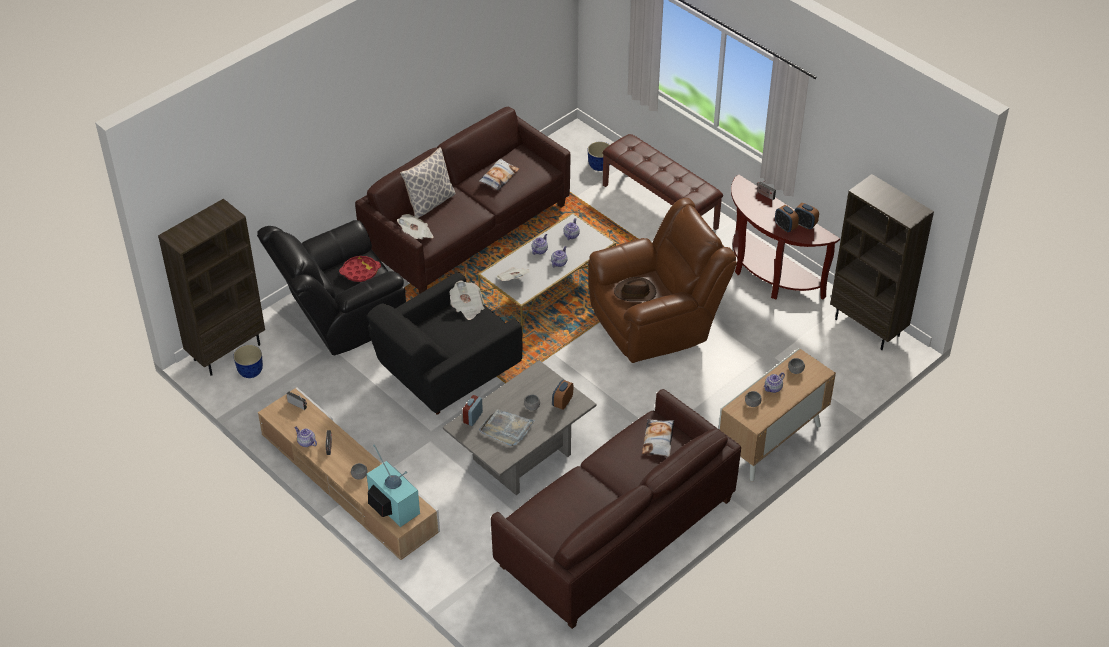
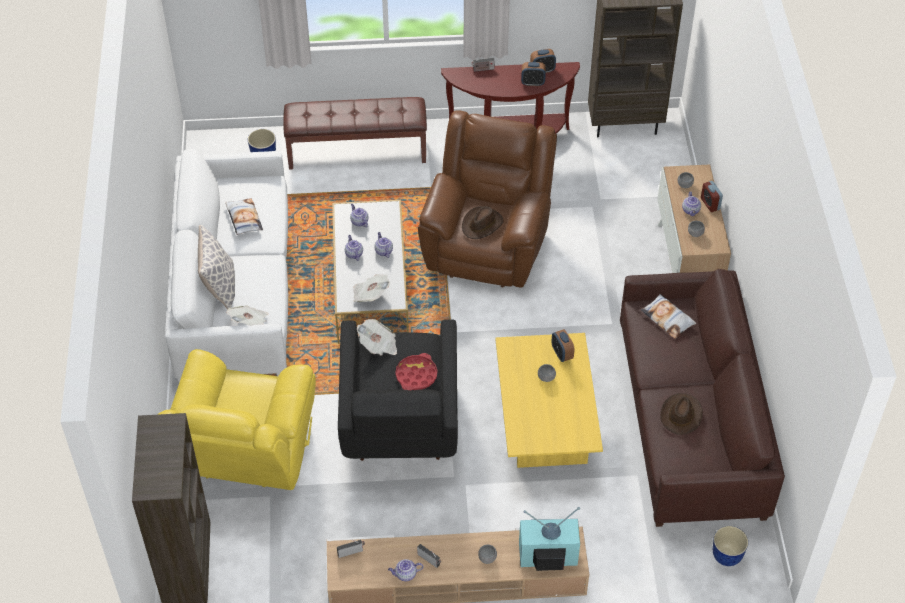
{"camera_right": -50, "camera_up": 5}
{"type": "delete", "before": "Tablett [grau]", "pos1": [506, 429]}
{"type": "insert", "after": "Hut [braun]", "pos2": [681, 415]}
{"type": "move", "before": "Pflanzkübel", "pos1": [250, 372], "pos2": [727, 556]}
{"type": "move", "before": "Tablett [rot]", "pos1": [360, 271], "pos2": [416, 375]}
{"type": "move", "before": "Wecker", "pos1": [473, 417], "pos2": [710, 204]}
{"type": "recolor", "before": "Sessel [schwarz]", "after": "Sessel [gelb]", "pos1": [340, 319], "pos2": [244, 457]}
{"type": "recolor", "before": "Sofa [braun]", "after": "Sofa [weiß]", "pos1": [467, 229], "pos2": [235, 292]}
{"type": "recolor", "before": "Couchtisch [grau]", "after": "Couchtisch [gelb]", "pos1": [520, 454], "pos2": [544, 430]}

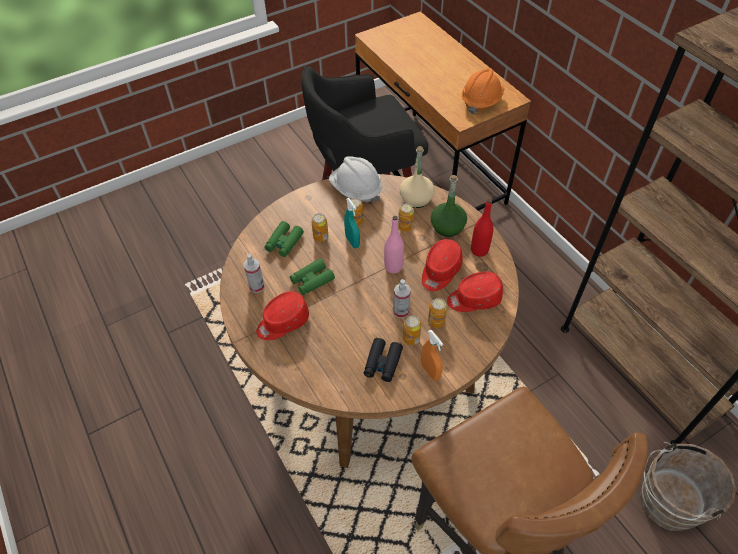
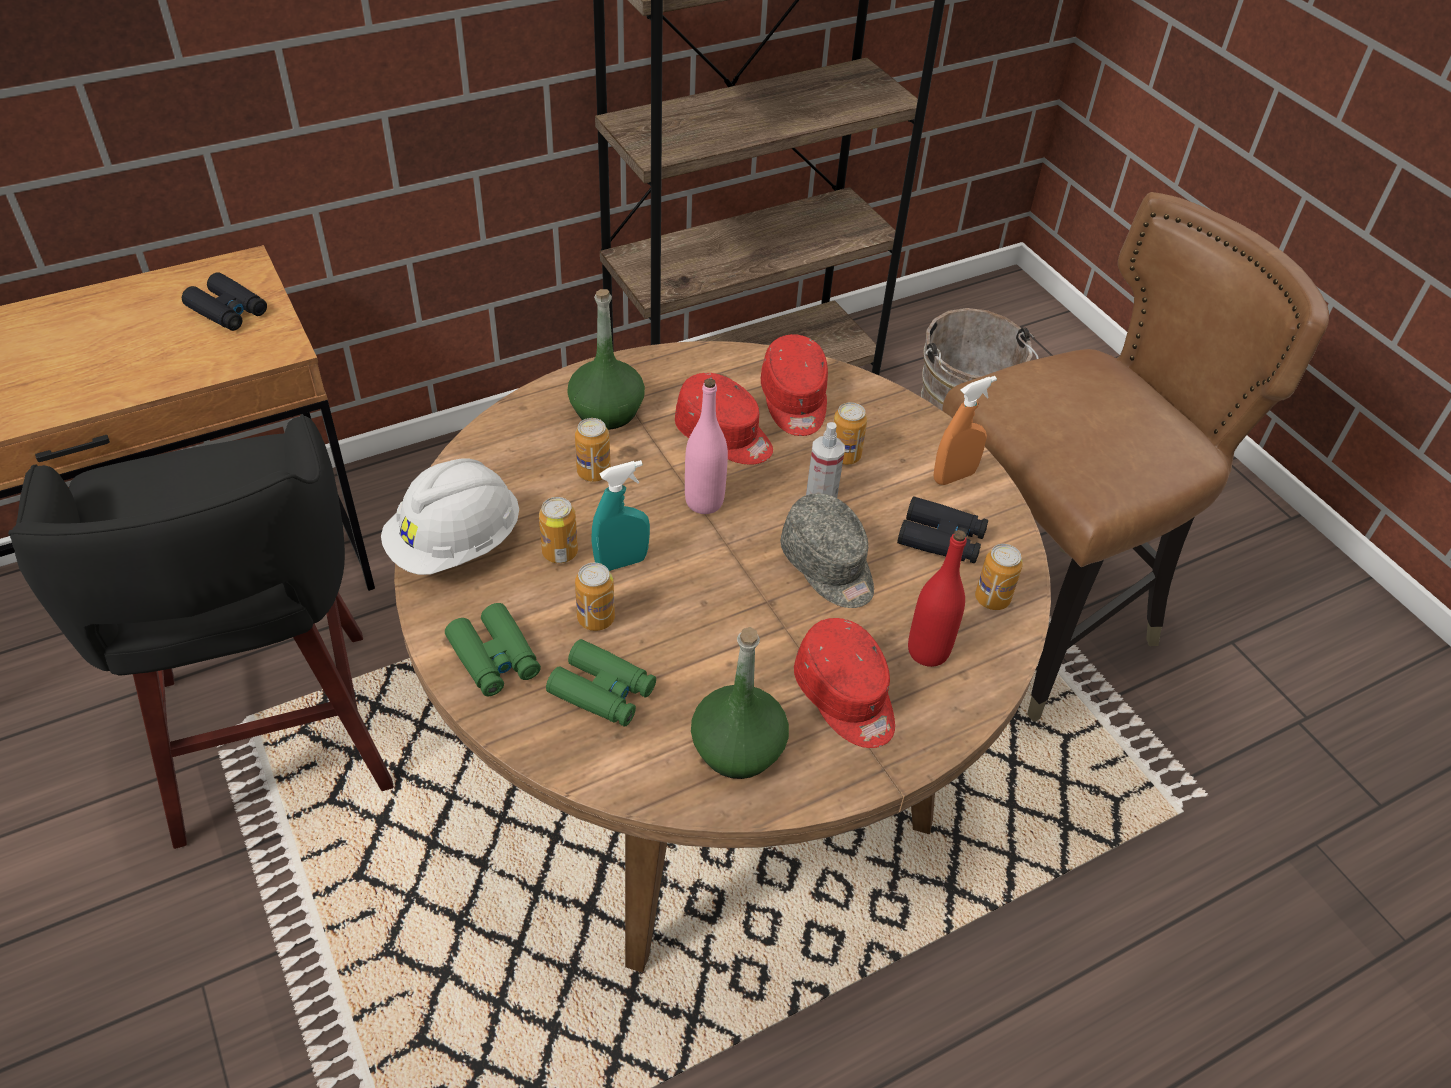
{"camera_right": -90, "camera_up": -5}
{"type": "delete", "before": "Flasche [beige]", "pos1": [416, 199]}
{"type": "insert", "after": "Kappe [grau]", "pos2": [828, 566]}
{"type": "move", "before": "Fernglas [grün]", "pos1": [312, 280], "pos2": [494, 658]}
{"type": "move", "before": "Dose", "pos1": [411, 338], "pos2": [992, 598]}
{"type": "move", "before": "Flasche [rot]", "pos1": [479, 250], "pos2": [928, 651]}
{"type": "replace", "before": "Sprühflasche", "after": "Flasche [grün]", "pos1": [257, 286], "pos2": [738, 749]}
{"type": "replace", "before": "Schutzhelm [orange]", "after": "Fernglas [schwarz]", "pos1": [481, 101], "pos2": [228, 311]}

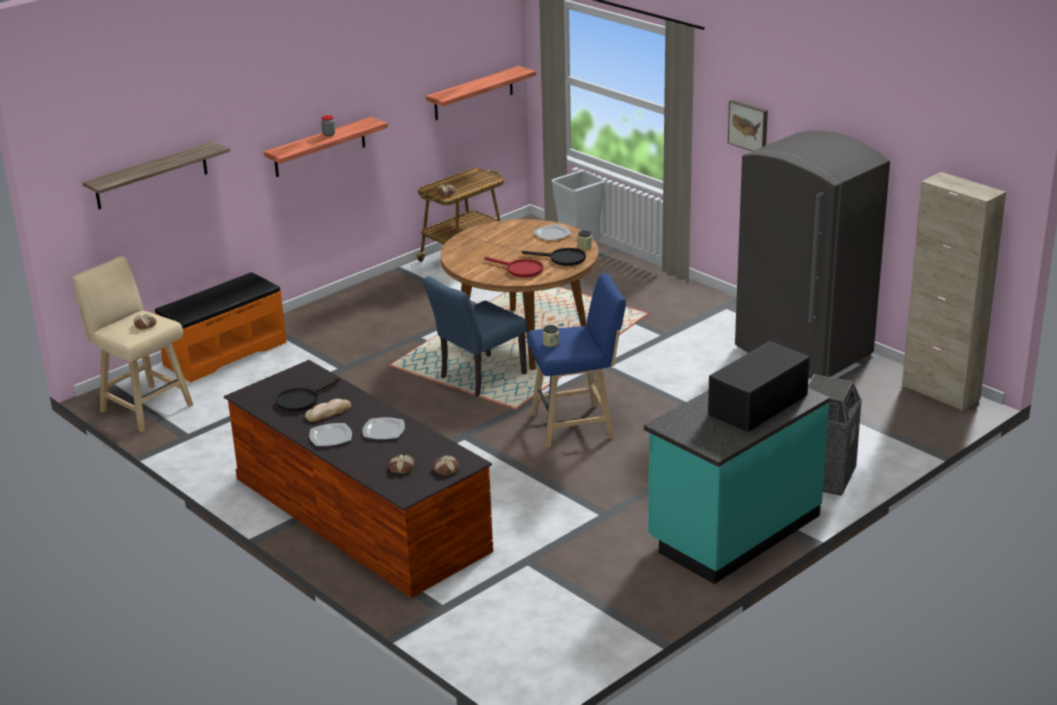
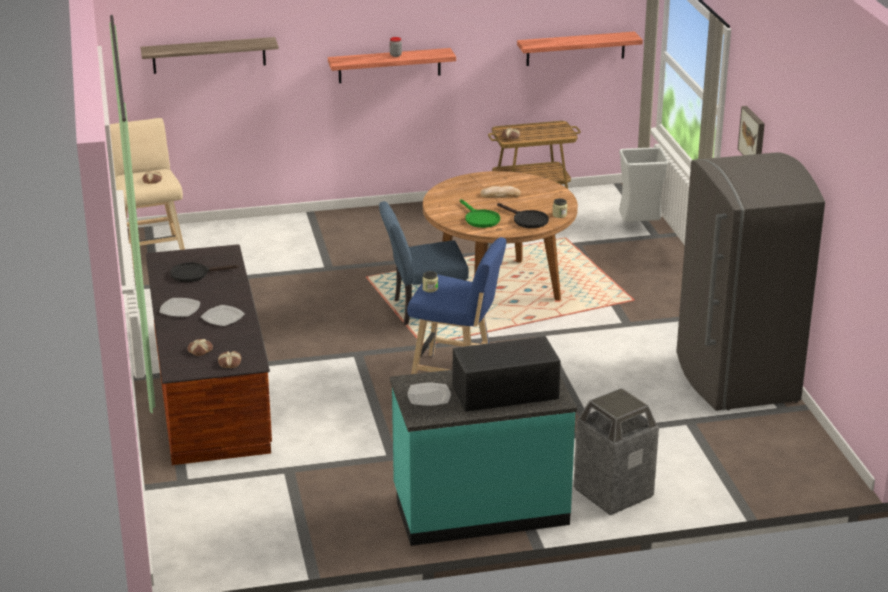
{"camera_right": 30, "camera_up": 0}
{"type": "delete", "before": "Bank [orange]", "pos1": [225, 353]}
{"type": "delete", "before": "Schrank [beige]", "pos1": [940, 392]}
{"type": "move", "before": "Brot", "pos1": [328, 412], "pos2": [500, 195]}
{"type": "move", "before": "Teller", "pos1": [552, 234], "pos2": [429, 396]}
{"type": "recolor", "before": "Pfanne [rot]", "after": "Pfanne [grün]", "pos1": [520, 269], "pos2": [479, 219]}

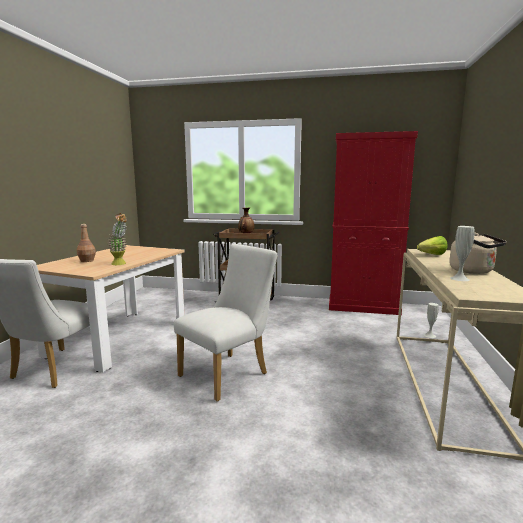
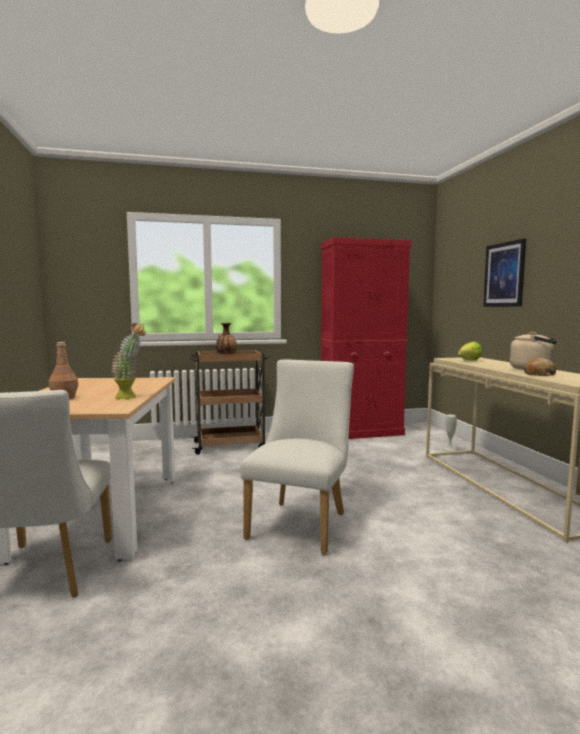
{"camera_right": -25, "camera_up": -5}
{"type": "insert", "after": "Bild", "pos2": [504, 274]}
{"type": "replace", "before": "Vase [weiß]", "after": "Brot", "pos1": [459, 278], "pos2": [539, 374]}

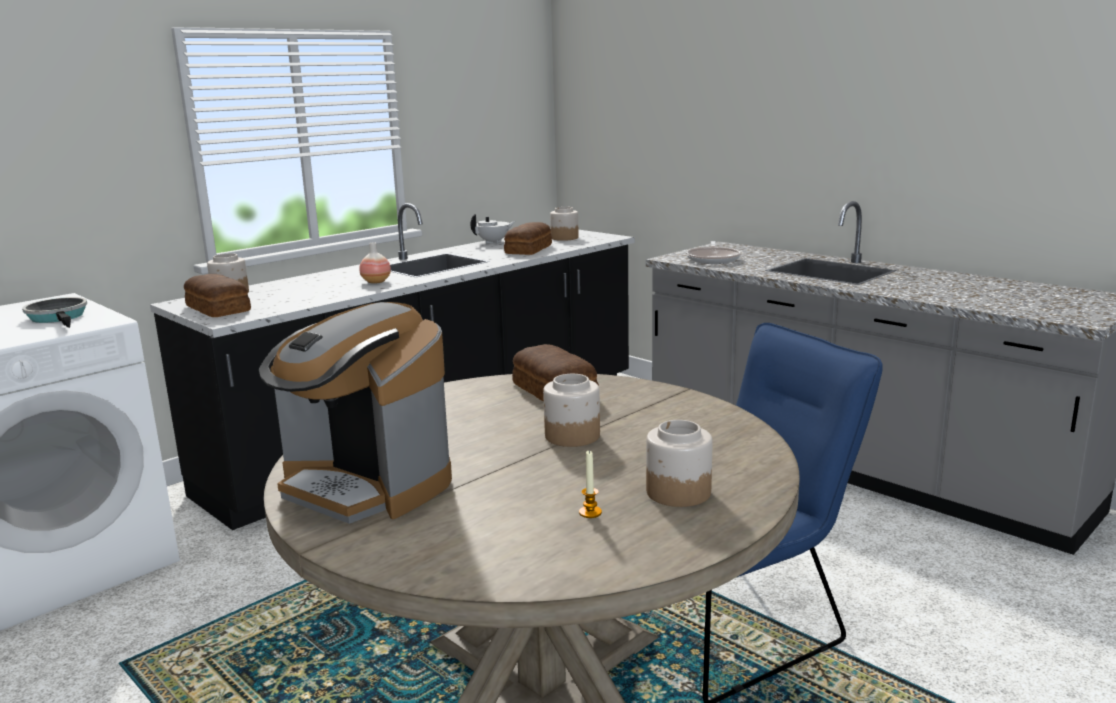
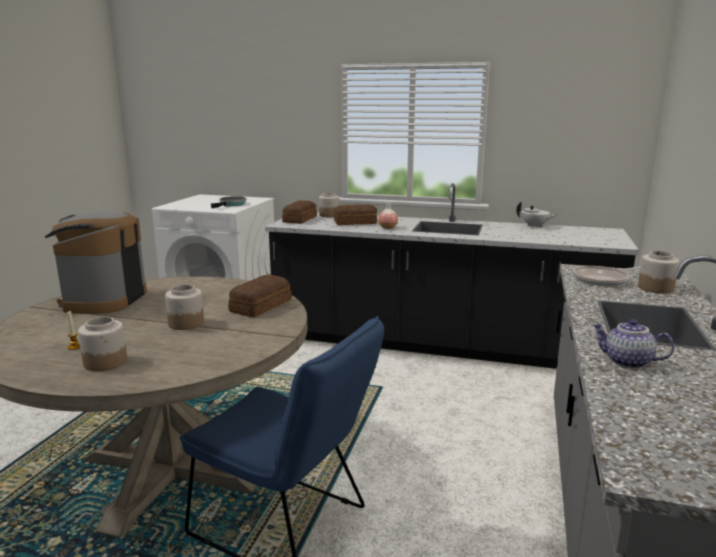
{"camera_right": 60, "camera_up": 0}
{"type": "insert", "after": "Teekanne", "pos2": [627, 362]}
{"type": "move", "before": "Brot", "pos1": [530, 249], "pos2": [356, 223]}
{"type": "move", "before": "Vorratsglas", "pos1": [564, 238], "pos2": [655, 288]}

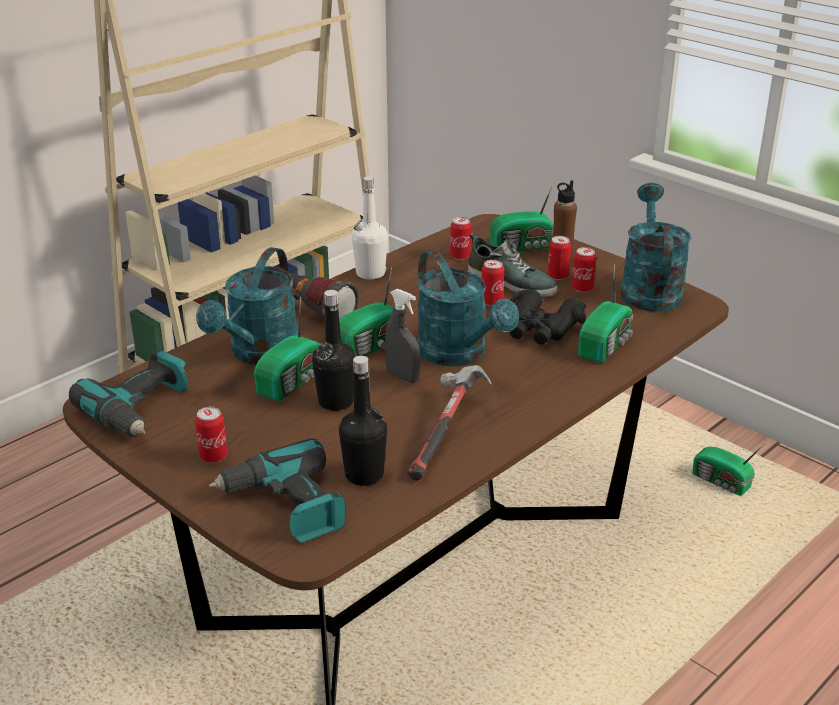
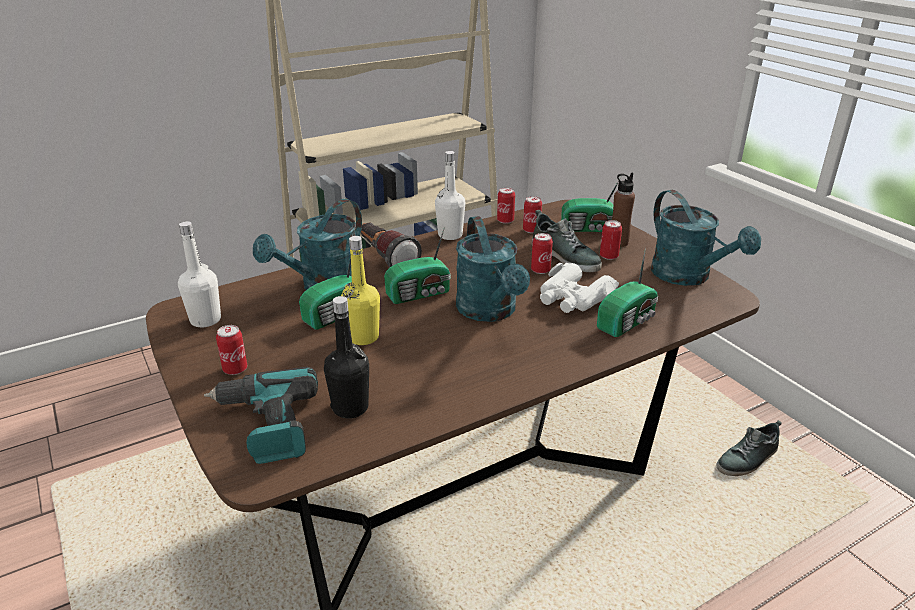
{"camera_right": 15, "camera_up": 0}
{"type": "delete", "before": "Sprühflasche [grau]", "pos1": [402, 377]}
{"type": "delete", "before": "Hammer", "pos1": [446, 433]}
{"type": "move", "before": "Dose", "pos1": [582, 288], "pos2": [505, 220]}
{"type": "replace", "before": "Bohrmaschine", "after": "Flasche [weiß]", "pos1": [141, 409], "pos2": [205, 320]}
{"type": "replace", "before": "Radio", "after": "Schuh", "pos1": [722, 483], "pos2": [748, 459]}
{"type": "recolor", "before": "Flasche [schwarz]", "after": "Flasche [gelb]", "pos1": [336, 402], "pos2": [363, 337]}
{"type": "recolor", "before": "Fernglas [schwarz]", "after": "Fernglas [weiß]", "pos1": [540, 328], "pos2": [573, 298]}
{"type": "rotate", "before": "Gießkanne [türkis]", "pos1": [649, 288], "pos2": [688, 277], "turn": 135}

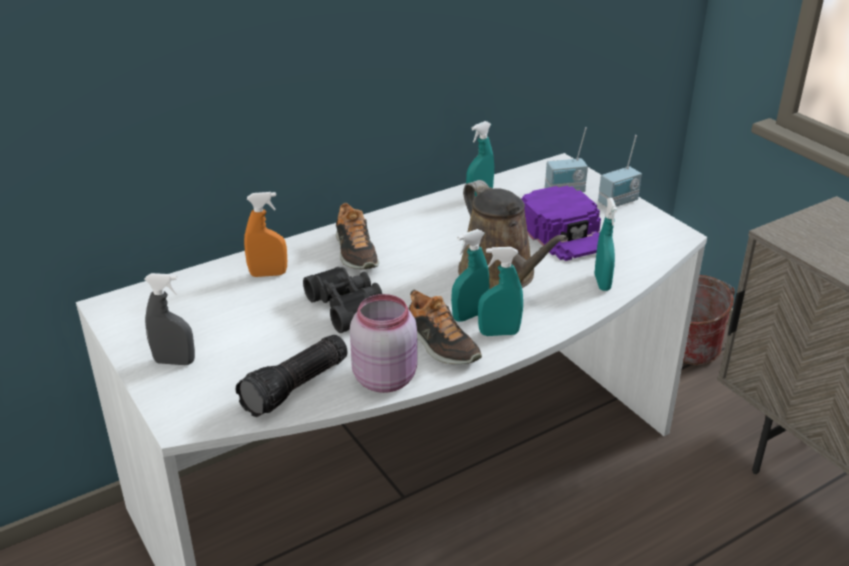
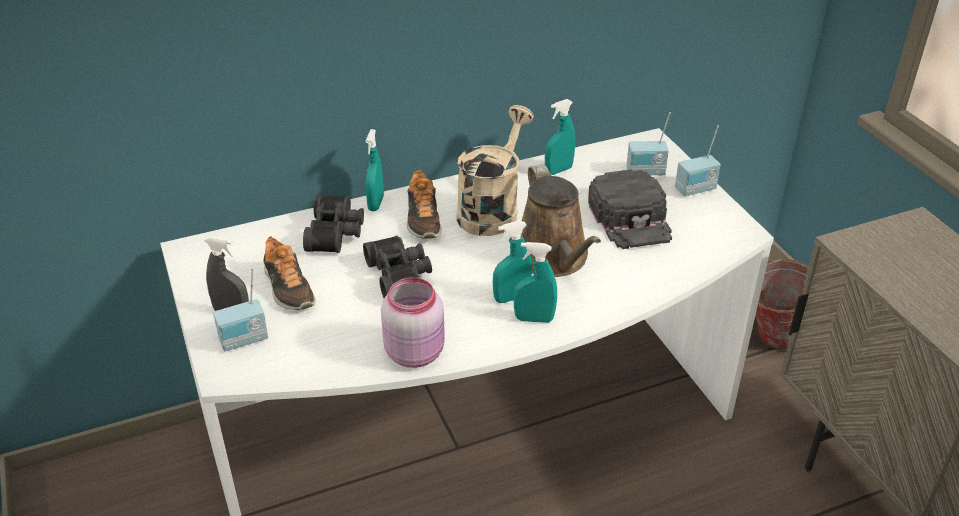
{"camera_right": 10, "camera_up": 5}
{"type": "delete", "before": "Taschenlampe", "pos1": [297, 388]}
{"type": "insert", "after": "Radio", "pos2": [244, 341]}
{"type": "insert", "after": "Gießkanne [beige]", "pos2": [492, 209]}
{"type": "move", "before": "Schuh", "pos1": [440, 344], "pos2": [288, 288]}
{"type": "move", "before": "Sprühflasche [türkis]", "pos1": [602, 283], "pos2": [376, 203]}
{"type": "replace", "before": "Sprühflasche [orange]", "after": "Fernglas [schwarz]", "pos1": [268, 274], "pos2": [337, 233]}
{"type": "recolor", "before": "Kappe [lila]", "after": "Kappe [schwarz]", "pos1": [564, 232], "pos2": [630, 218]}

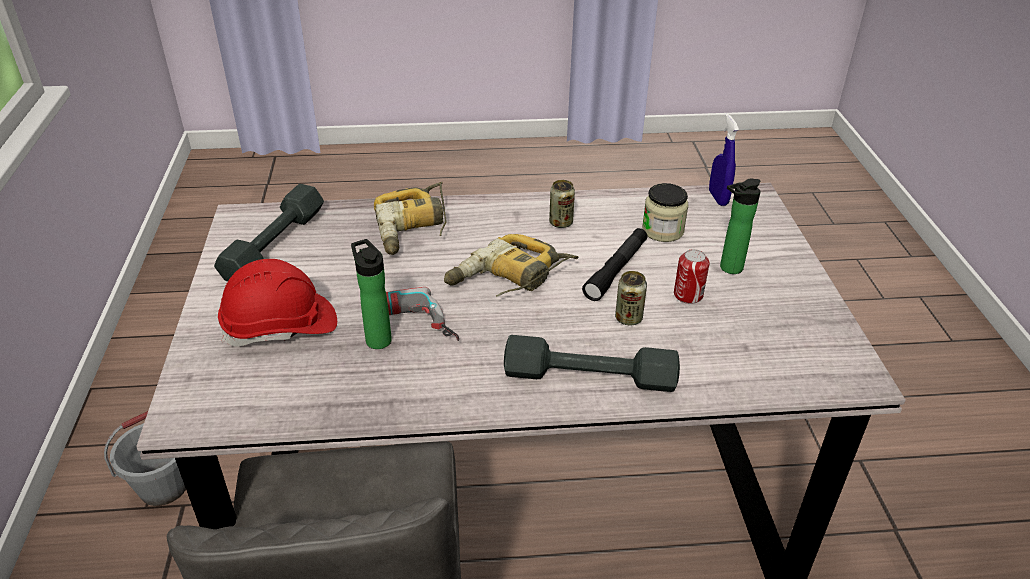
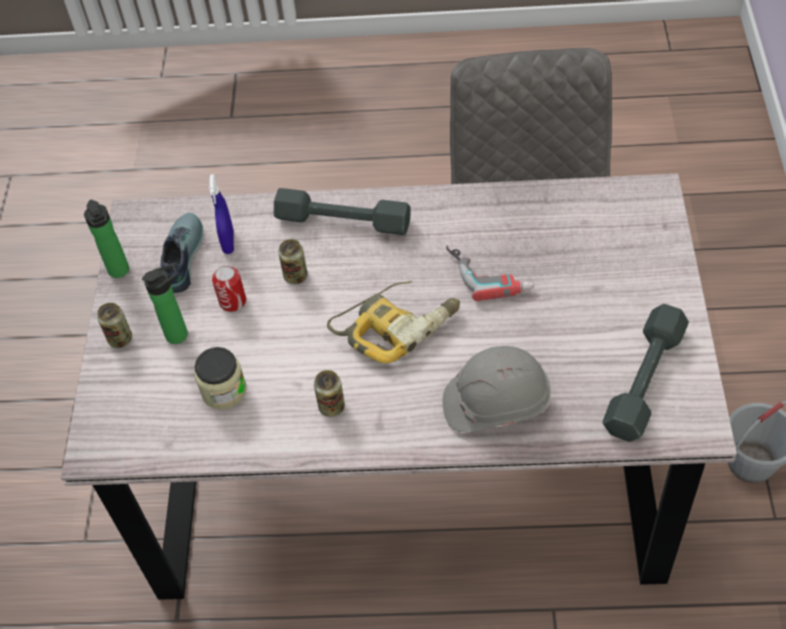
{"camera_right": -170, "camera_up": 15}
{"type": "delete", "before": "Schutzhelm [rot]", "pos1": [281, 327]}
{"type": "delete", "before": "Taschenlampe [schwarz]", "pos1": [616, 270]}
{"type": "insert", "after": "Dose", "pos2": [120, 339]}
{"type": "insert", "after": "Schuh", "pos2": [180, 258]}
{"type": "move", "before": "Flasche", "pos1": [377, 338], "pos2": [119, 272]}
{"type": "move", "before": "Sprühflasche [blau]", "pos1": [718, 198], "pos2": [228, 242]}
{"type": "replace", "before": "Bohrmaschine", "after": "Schutzhelm [grau]", "pos1": [414, 227], "pos2": [495, 403]}

